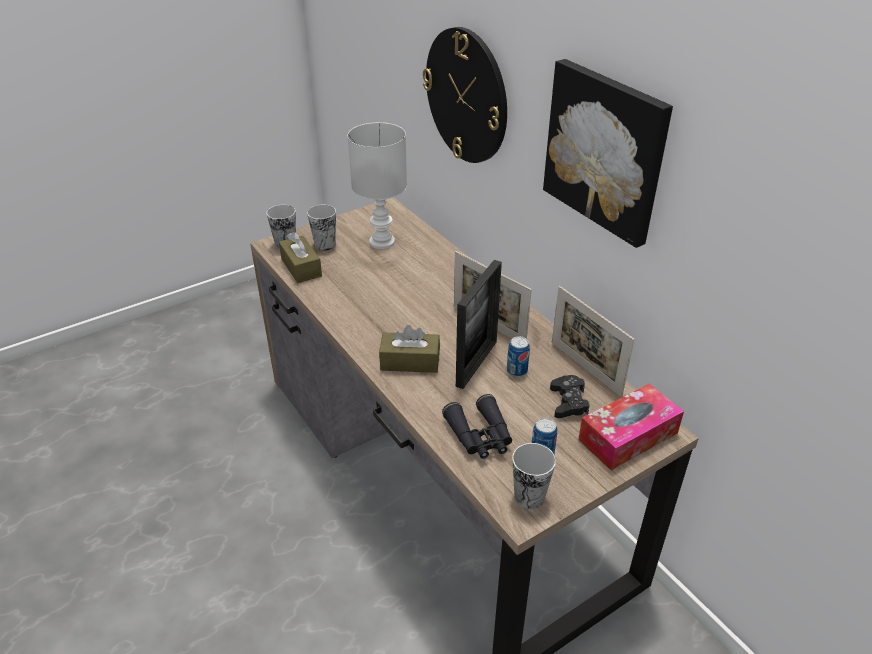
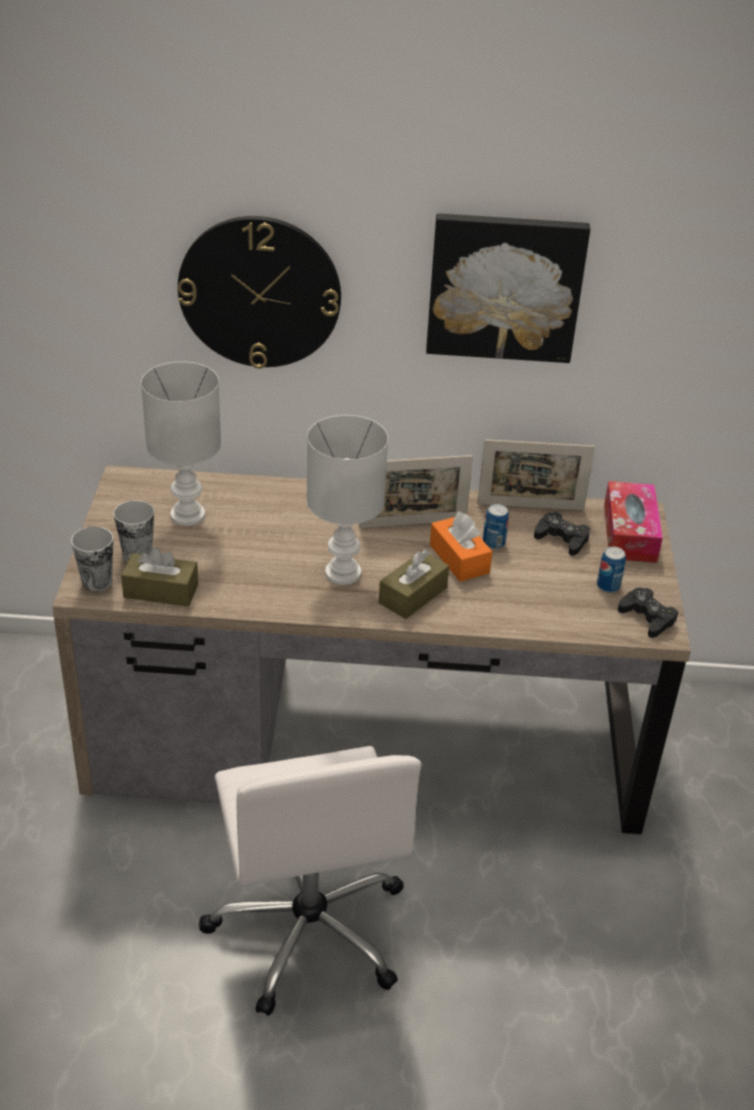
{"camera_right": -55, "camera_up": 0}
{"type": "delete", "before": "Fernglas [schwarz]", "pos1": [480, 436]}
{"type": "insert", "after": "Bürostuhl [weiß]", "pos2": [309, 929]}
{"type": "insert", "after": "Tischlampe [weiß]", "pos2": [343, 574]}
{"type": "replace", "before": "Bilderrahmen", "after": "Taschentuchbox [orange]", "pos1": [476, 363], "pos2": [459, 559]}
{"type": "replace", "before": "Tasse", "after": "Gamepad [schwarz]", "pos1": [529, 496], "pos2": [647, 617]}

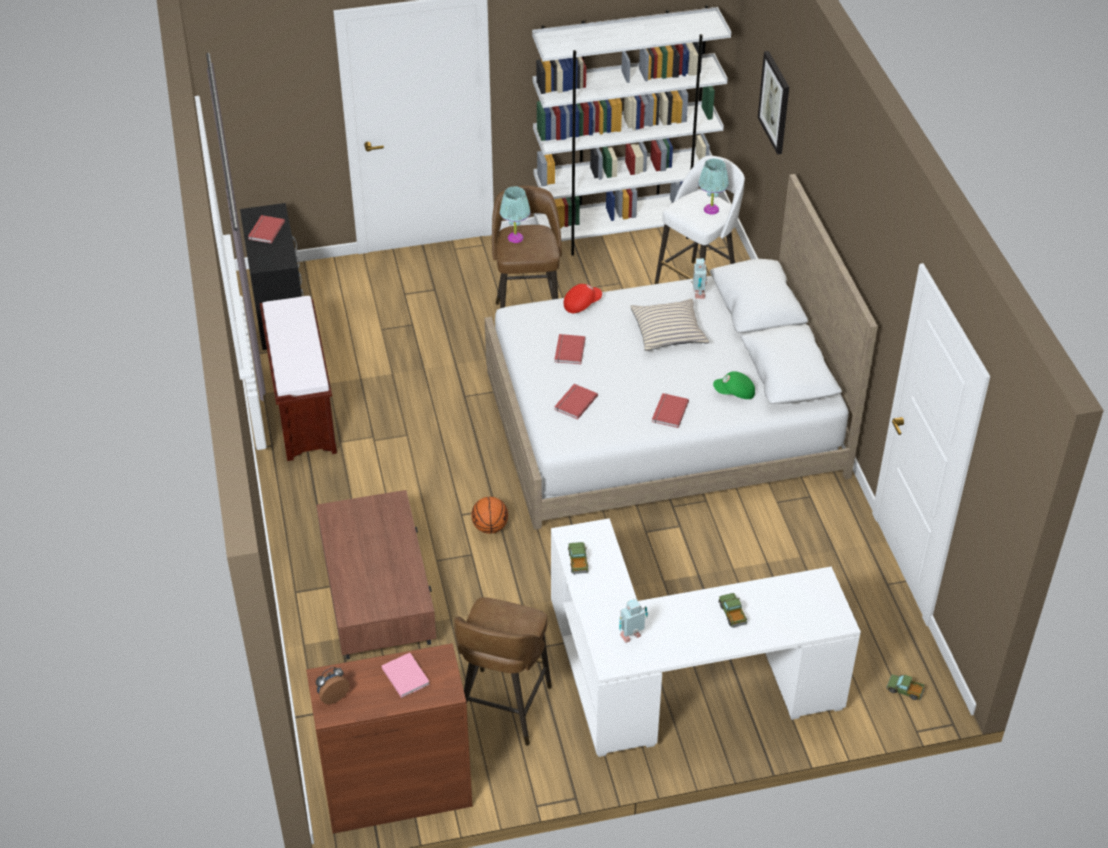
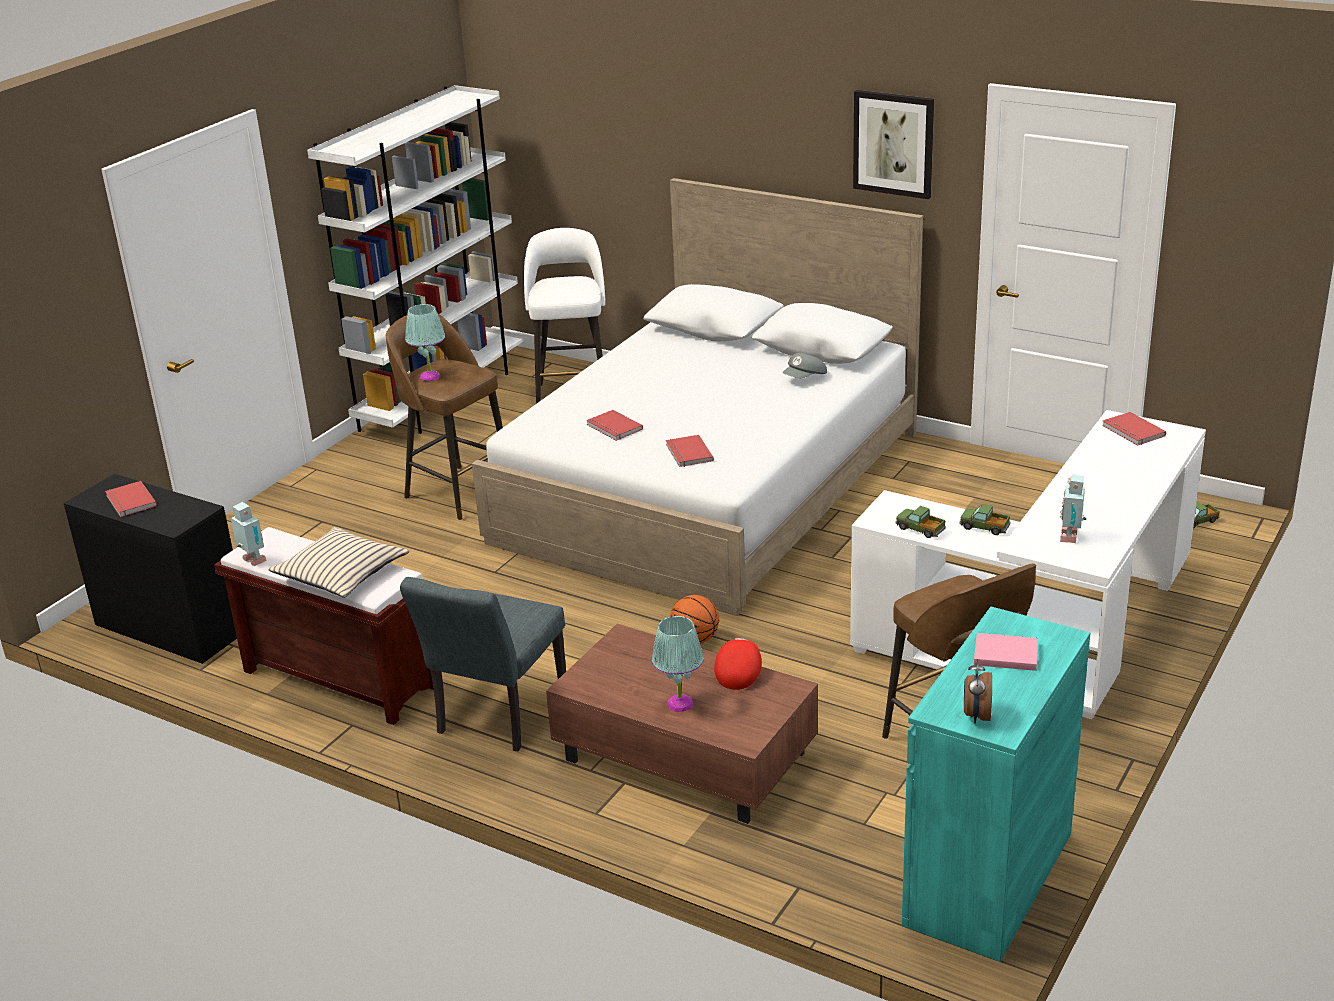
{"camera_right": -45, "camera_up": -15}
{"type": "insert", "after": "Stuhl [grau]", "pos2": [496, 717]}
{"type": "move", "before": "Kappe [rot]", "pos1": [581, 304], "pos2": [738, 672]}
{"type": "move", "before": "Kissen [beige]", "pos1": [668, 331], "pos2": [341, 573]}
{"type": "move", "before": "Buch [rot]", "pos1": [668, 411], "pos2": [1132, 431]}
{"type": "move", "before": "Spielzeugroboter", "pos1": [698, 294], "pos2": [253, 561]}
{"type": "move", "before": "Tischlampe [türkis]", "pos1": [711, 209], "pos2": [680, 704]}
{"type": "move", "before": "Spielzeuglaster", "pos1": [732, 614], "pos2": [984, 527]}
{"type": "move", "before": "Bild", "pos1": [775, 102], "pos2": [893, 143]}
{"type": "recolor", "before": "Schrank [braun]", "after": "Schrank [türkis]", "pos1": [397, 790], "pos2": [988, 879]}
{"type": "recolor", "before": "Kappe [grün]", "after": "Kappe [grau]", "pos1": [734, 393], "pos2": [805, 378]}

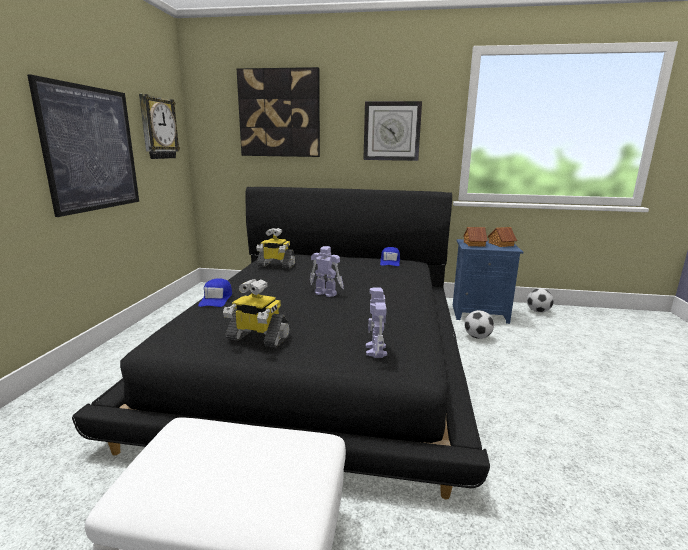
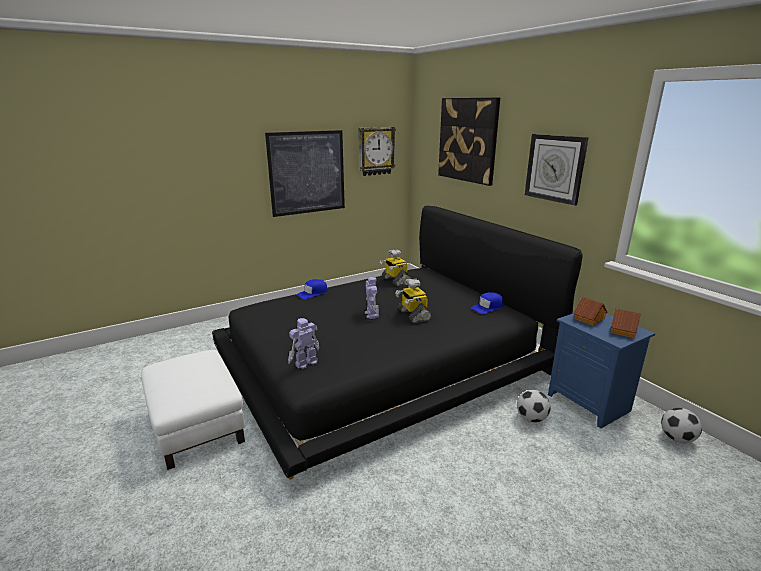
{"camera_right": 50, "camera_up": 5}
{"type": "move", "before": "Spielzeugroboter", "pos1": [257, 338], "pos2": [413, 315]}

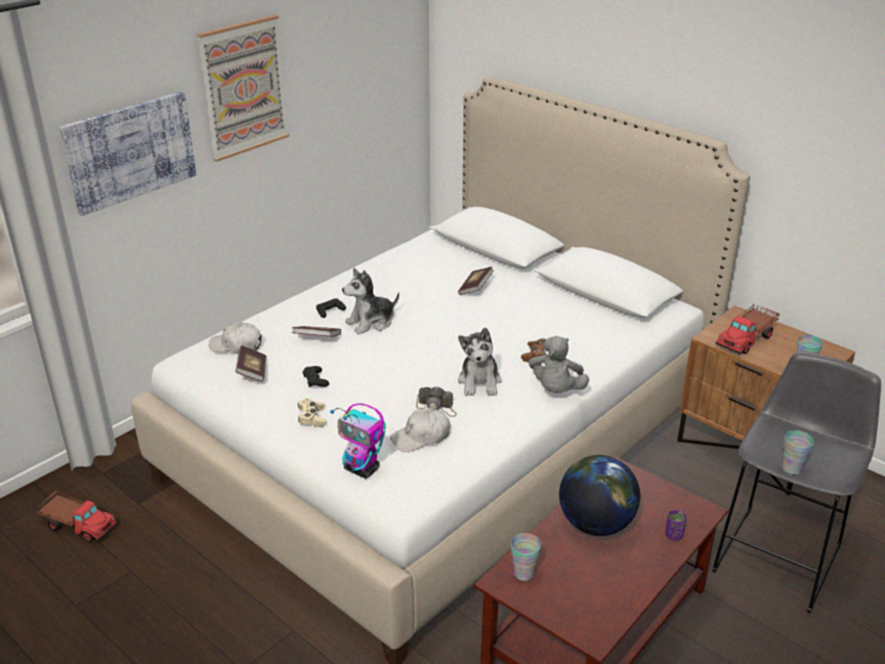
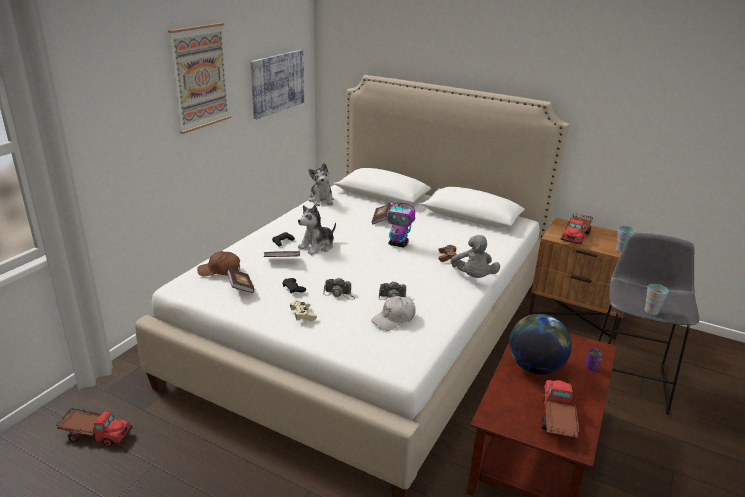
{"camera_right": -15, "camera_up": -5}
{"type": "delete", "before": "Tasse", "pos1": [524, 573]}
{"type": "insert", "after": "Kamera", "pos2": [339, 294]}
{"type": "insert", "after": "Spielzeuglaster", "pos2": [557, 419]}
{"type": "move", "before": "Bild", "pos1": [130, 151], "pos2": [277, 83]}
{"type": "move", "before": "Spielzeugroboter", "pos1": [362, 469], "pos2": [398, 244]}
{"type": "move", "before": "Plüschtier", "pos1": [480, 382], "pos2": [321, 200]}
{"type": "recolor", "before": "Kappe [weiß]", "after": "Kappe [braun]", "pos1": [236, 346], "pos2": [220, 270]}

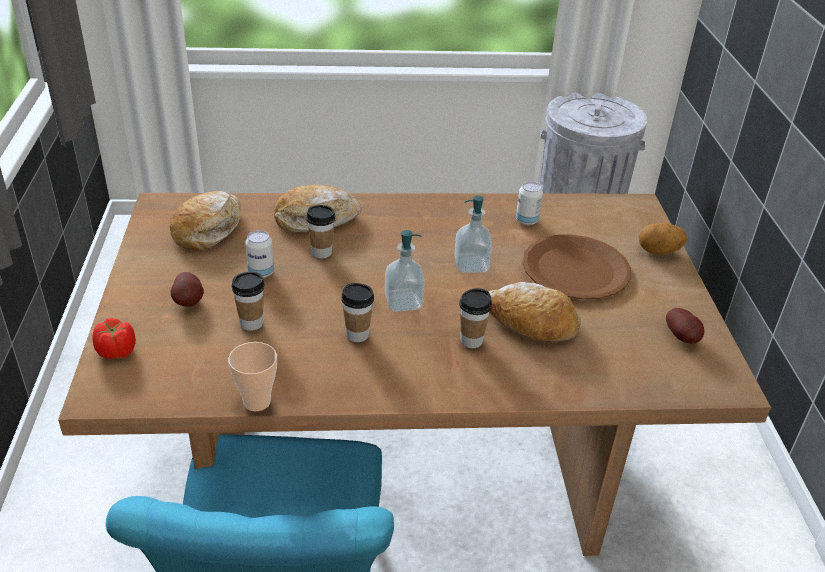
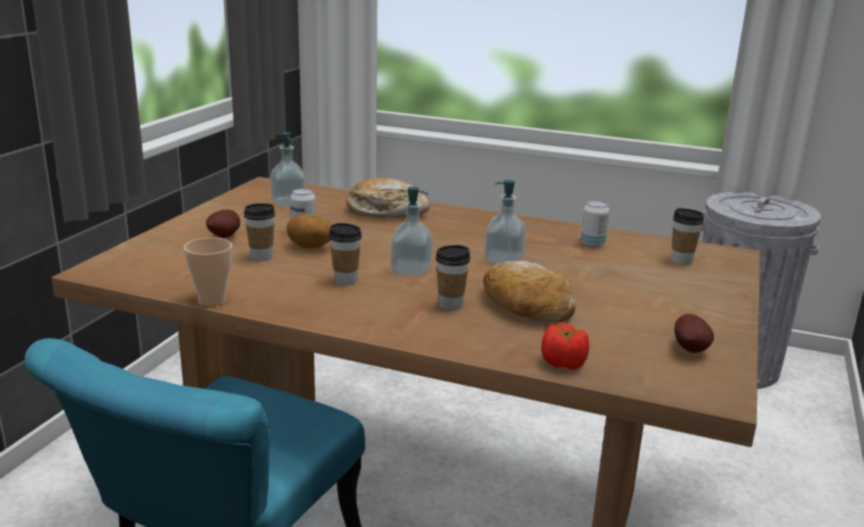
{"camera_right": 25, "camera_up": -15}
{"type": "delete", "before": "Teller [braun]", "pos1": [575, 270]}
{"type": "move", "before": "Tomate", "pos1": [117, 351], "pos2": [563, 363]}
{"type": "move", "before": "Tasse", "pos1": [321, 252], "pos2": [681, 261]}
{"type": "move", "before": "Kartoffel", "pos1": [659, 252], "pos2": [310, 247]}
{"type": "replace", "before": "Brot", "after": "Seifenspender", "pos1": [208, 229], "pos2": [288, 202]}

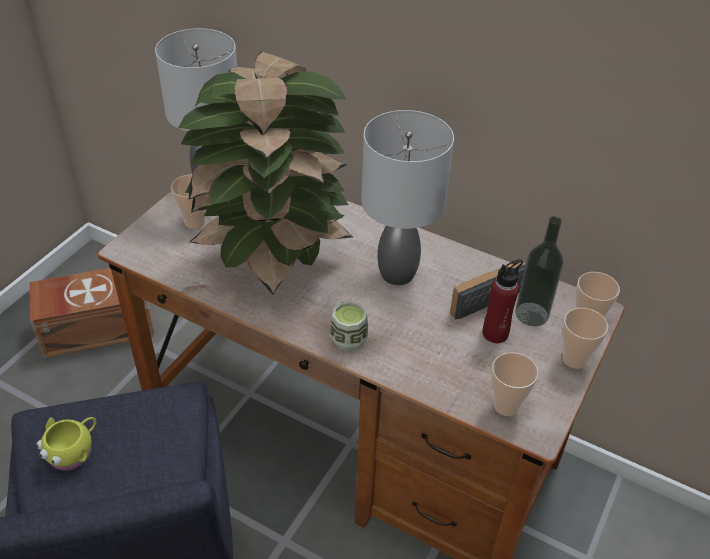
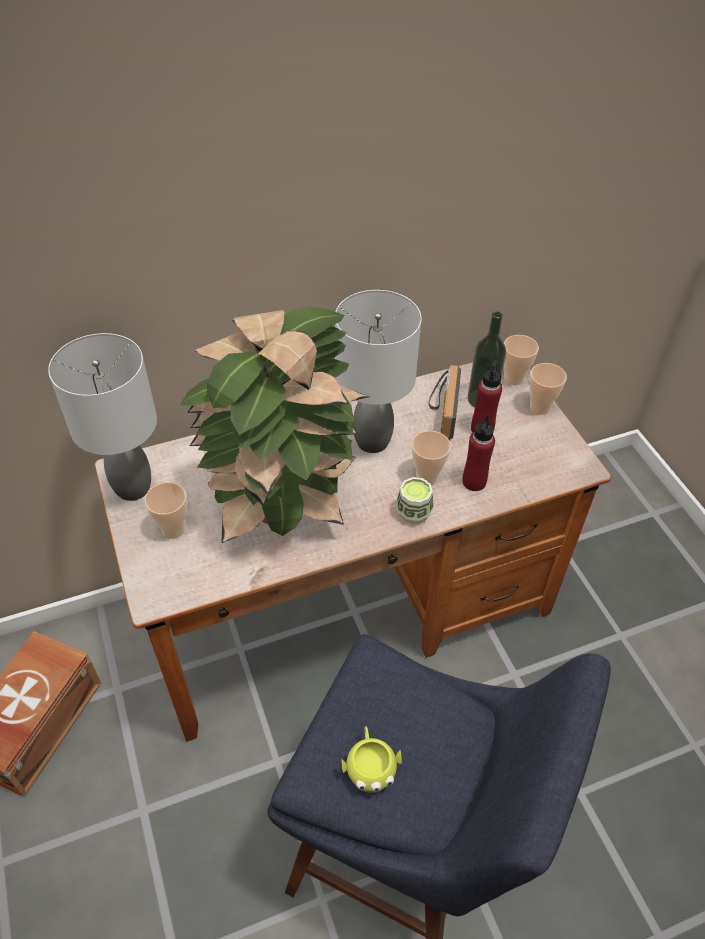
{"camera_right": -50, "camera_up": 5}
{"type": "insert", "after": "Flasche [rot]", "pos2": [474, 482]}
{"type": "move", "before": "Tasse", "pos1": [506, 406], "pos2": [427, 477]}

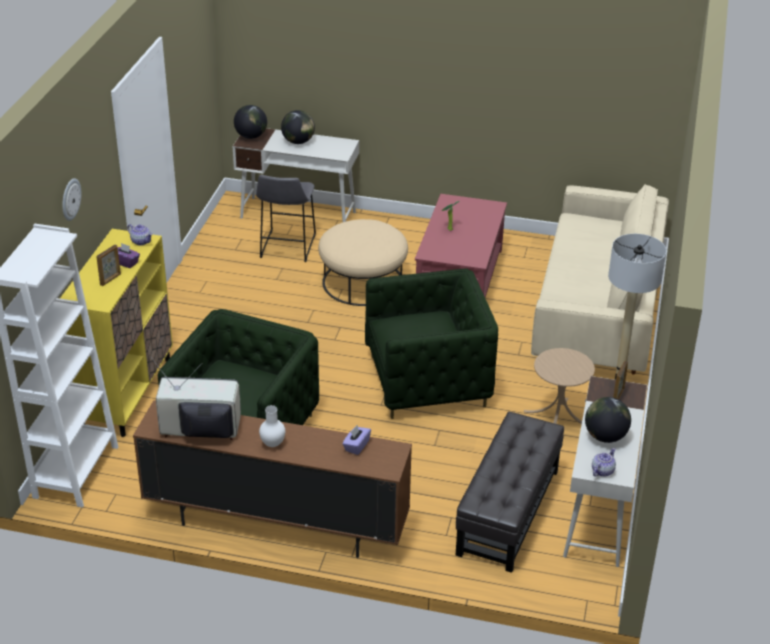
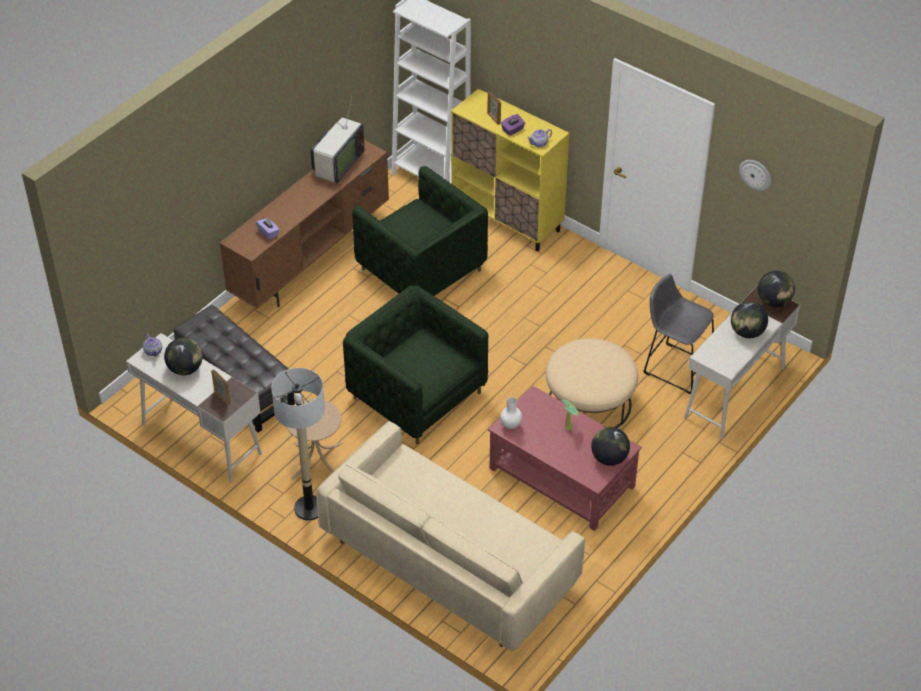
{"camera_right": 115, "camera_up": 10}
{"type": "insert", "after": "Globus", "pos2": [609, 458]}
{"type": "move", "before": "Wanduhr", "pos1": [70, 199], "pos2": [755, 174]}
{"type": "move", "before": "Vase [weiß]", "pos1": [272, 444], "pos2": [511, 425]}
{"type": "rotate", "before": "Sessel [grün]", "pos1": [427, 381], "pos2": [417, 395], "turn": 120}

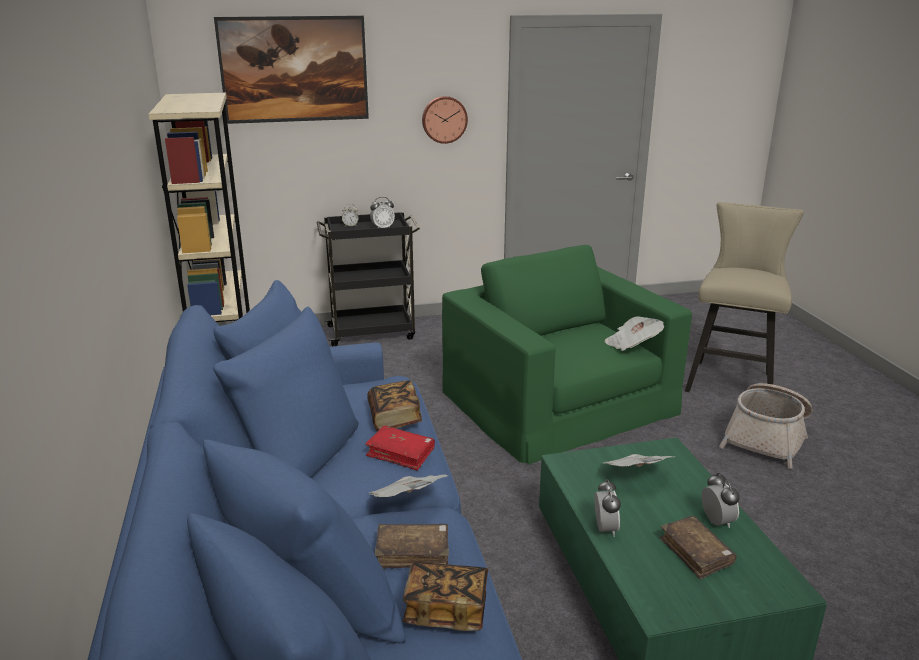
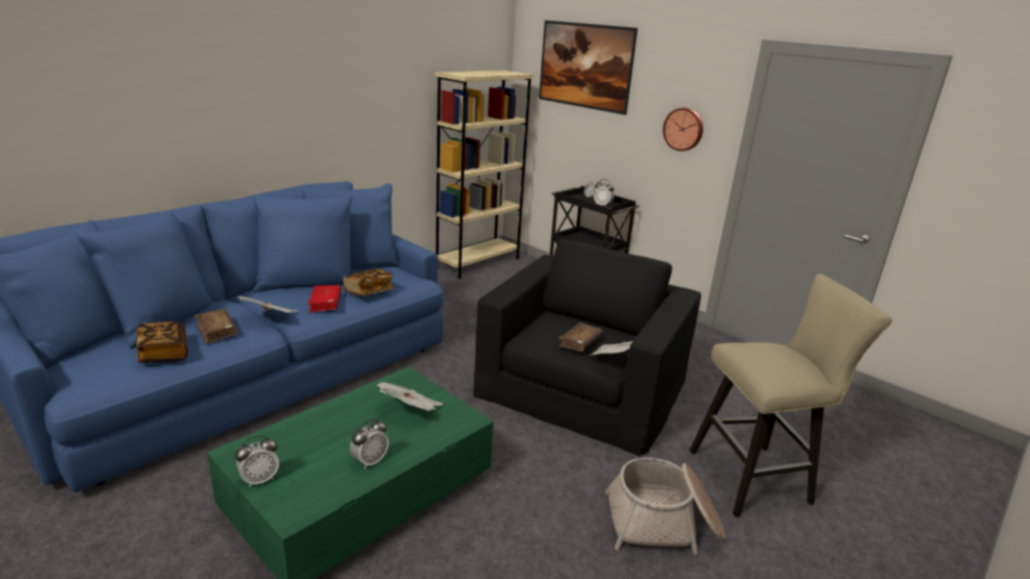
{"camera_right": 55, "camera_up": 0}
{"type": "move", "before": "Wecker", "pos1": [605, 529], "pos2": [260, 479]}
{"type": "move", "before": "Buch [braun]", "pos1": [696, 553], "pos2": [580, 343]}
{"type": "recolor", "before": "Sessel [grün]", "after": "Sessel [schwarz]", "pos1": [558, 401], "pos2": [582, 387]}

